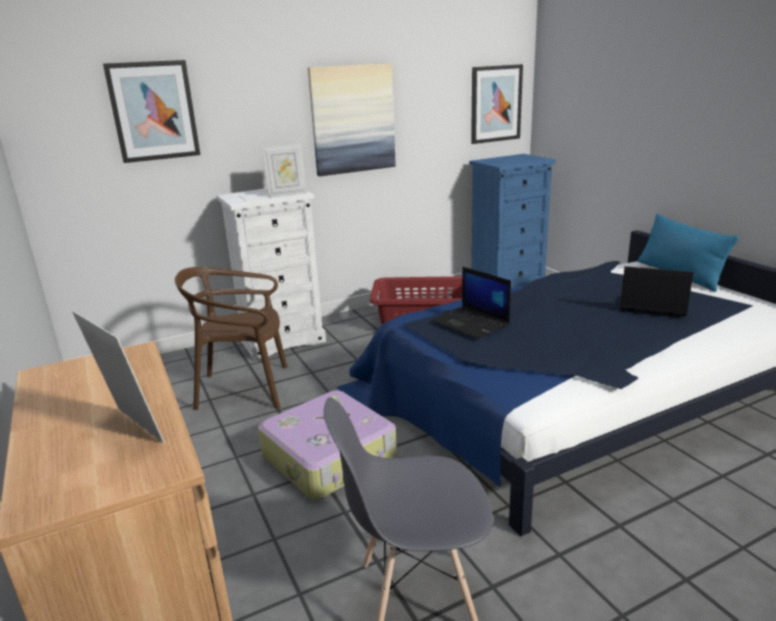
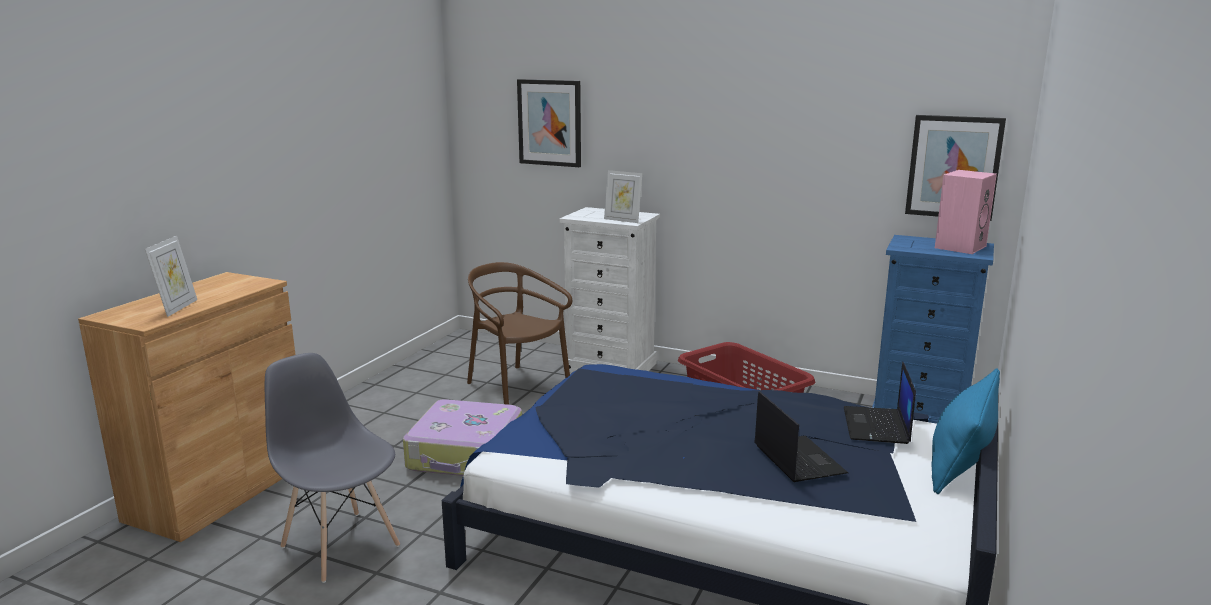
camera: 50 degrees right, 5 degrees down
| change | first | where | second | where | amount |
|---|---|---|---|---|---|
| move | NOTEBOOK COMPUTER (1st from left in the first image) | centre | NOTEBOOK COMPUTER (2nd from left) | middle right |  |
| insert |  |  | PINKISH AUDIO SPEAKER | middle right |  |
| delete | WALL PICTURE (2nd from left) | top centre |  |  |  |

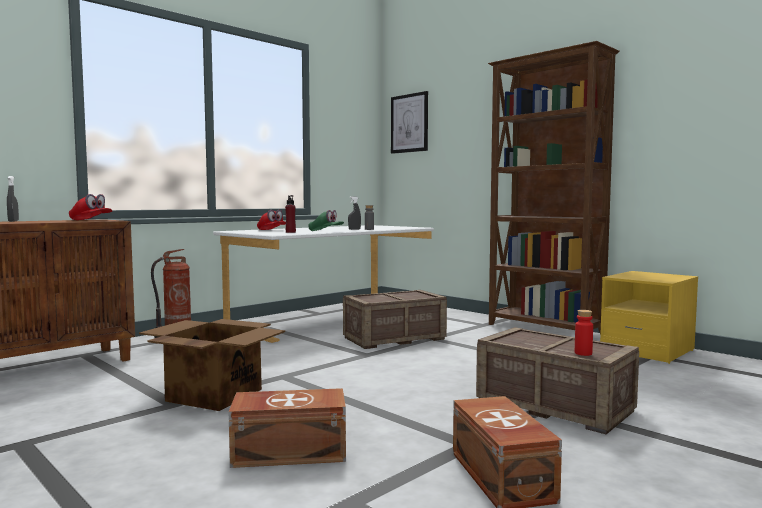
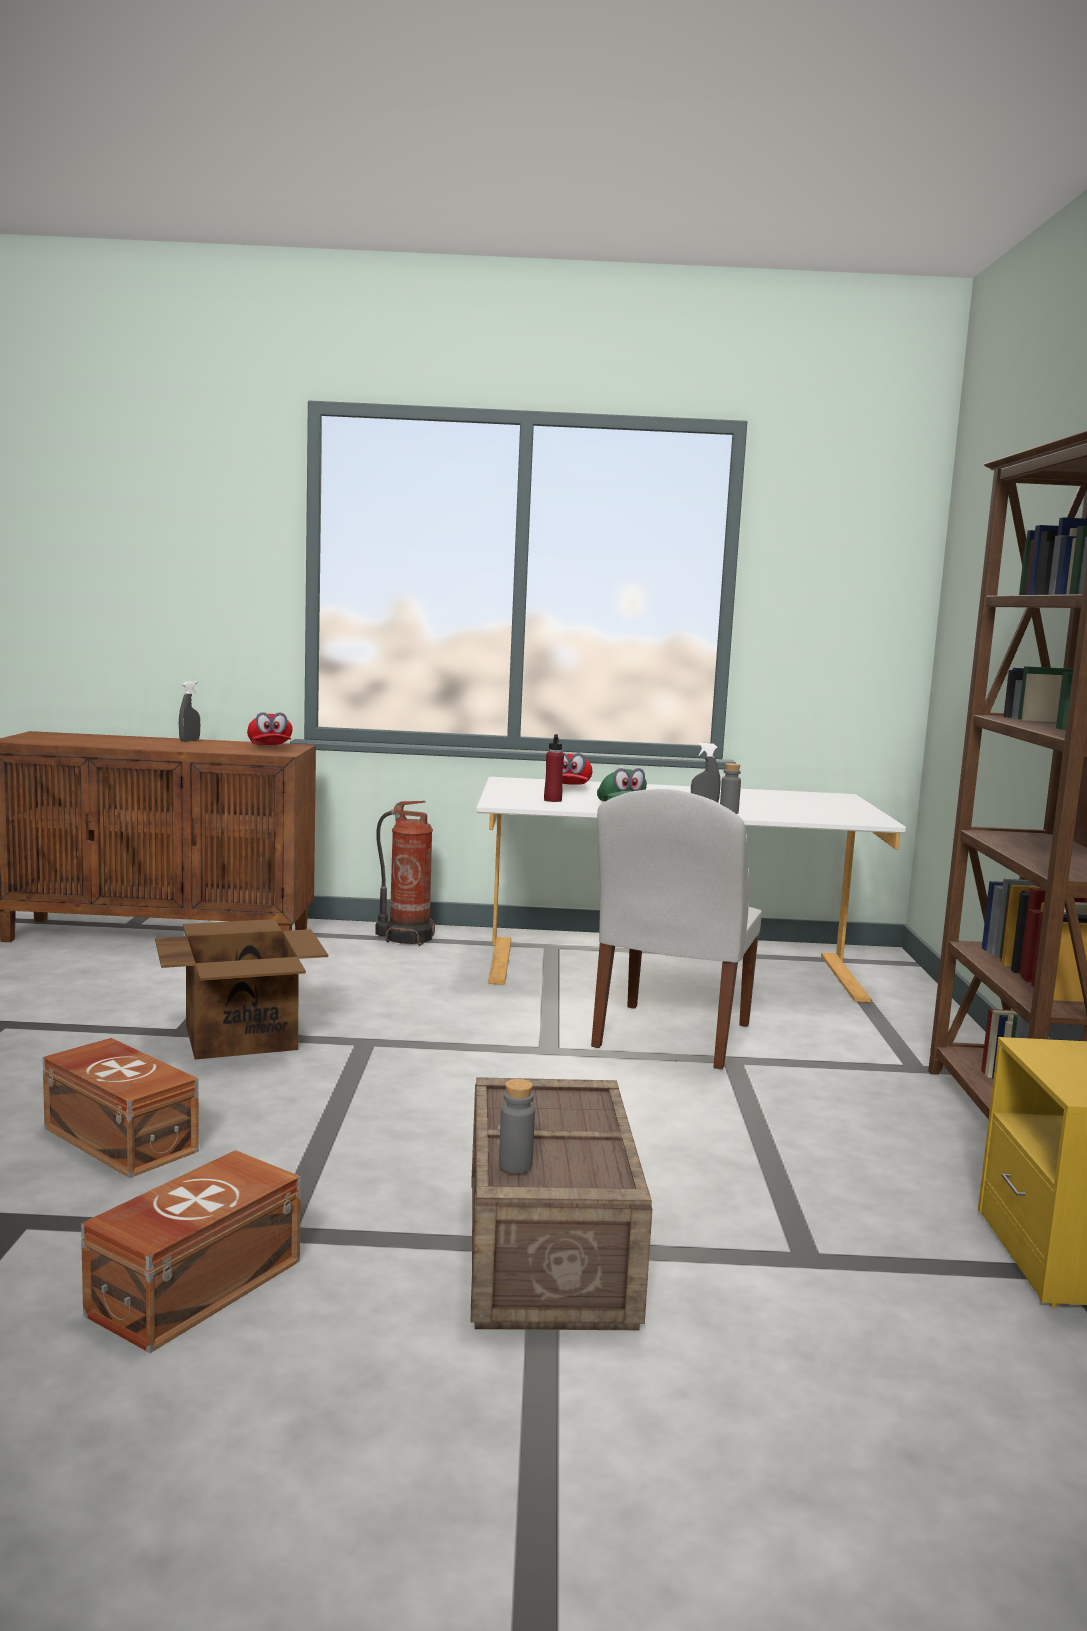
camera: 45 degrees right, 5 degrees up
| change | first | where | second | where | amount |
|---|---|---|---|---|---|
| recolor | RED-COLOURED DRINK BOTTLE (2nd from left) | middle right | GREY DRINK BOTTLE (1st from left) | bottom centre |  |
| replace | SHIPPING CRATE (1st from left) | centre | WHITE UPRIGHT CHAIR | centre |  |
| delete | WALL PICTURE | top centre |  |  |  |

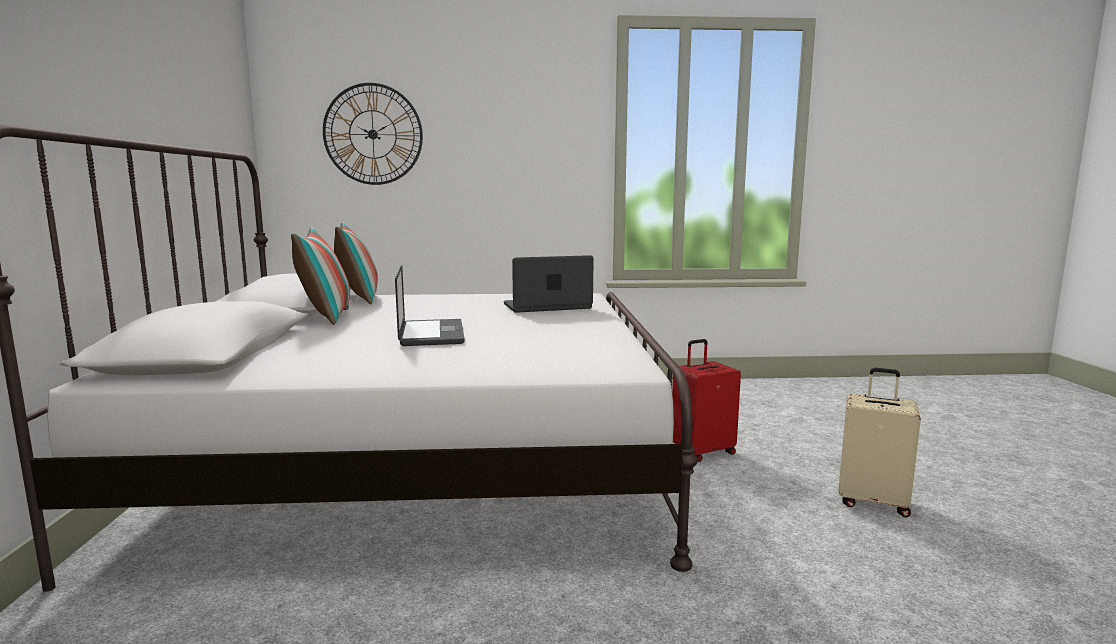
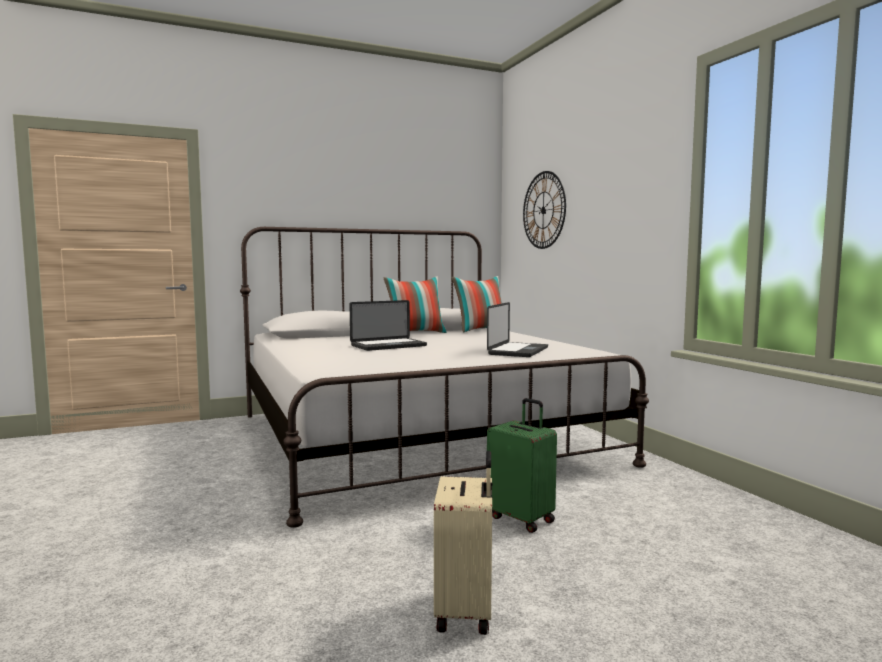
camera: 70 degrees right, 5 degrees down
| change | first | where | second | where | amount |
|---|---|---|---|---|---|
| rotate | NOTEBOOK COMPUTER (2nd from left) | centre |  | centre | 60 degrees clockwise |
| recolor | RED-COLOURED TRAVEL CASE | centre | GREEN-COLOURED TRAVEL CASE | bottom centre |  |

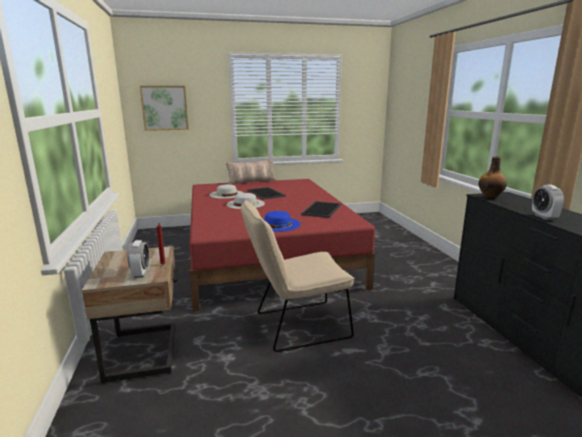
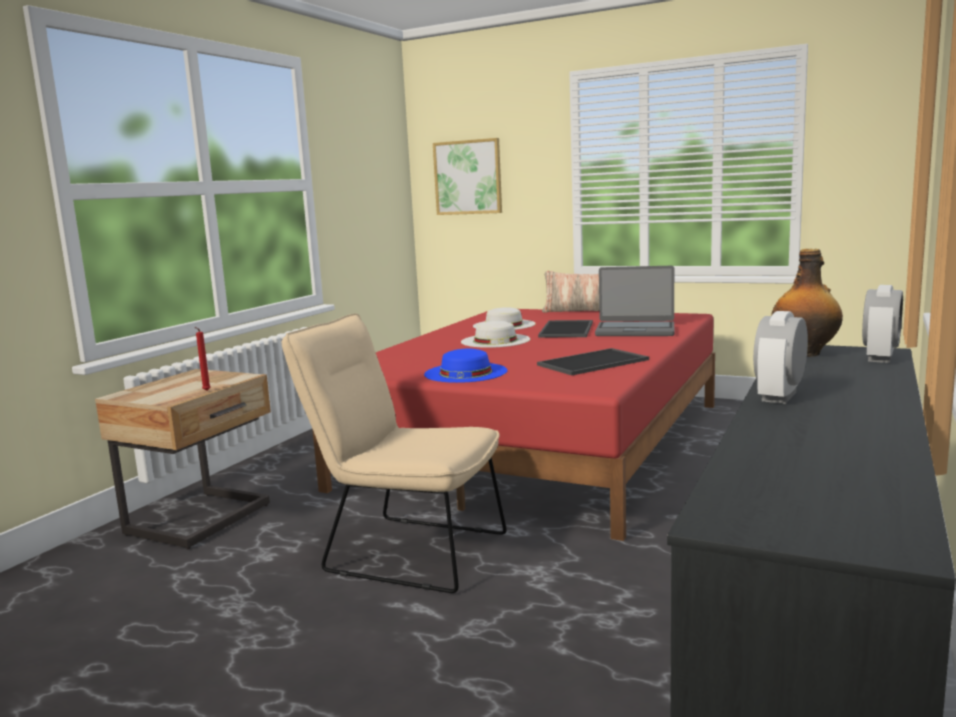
camera: 40 degrees right, 5 degrees down
| change | first | where | second | where | amount |
|---|---|---|---|---|---|
| insert |  |  | NOTEBOOK COMPUTER | centre |  |
| move | ALARM CLOCK (1st from left in the first image) | middle left | ALARM CLOCK (2nd from left) | middle right |  |

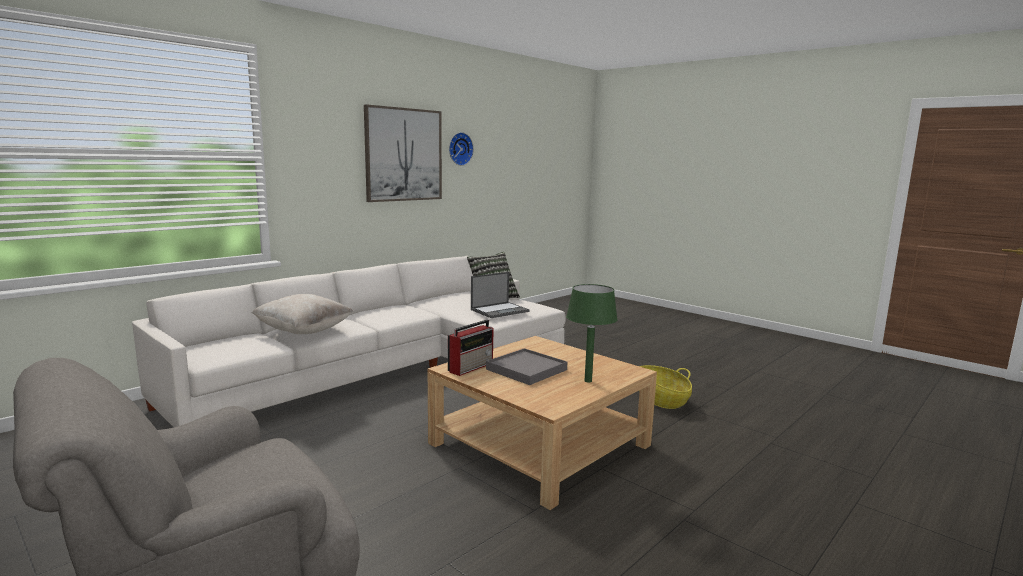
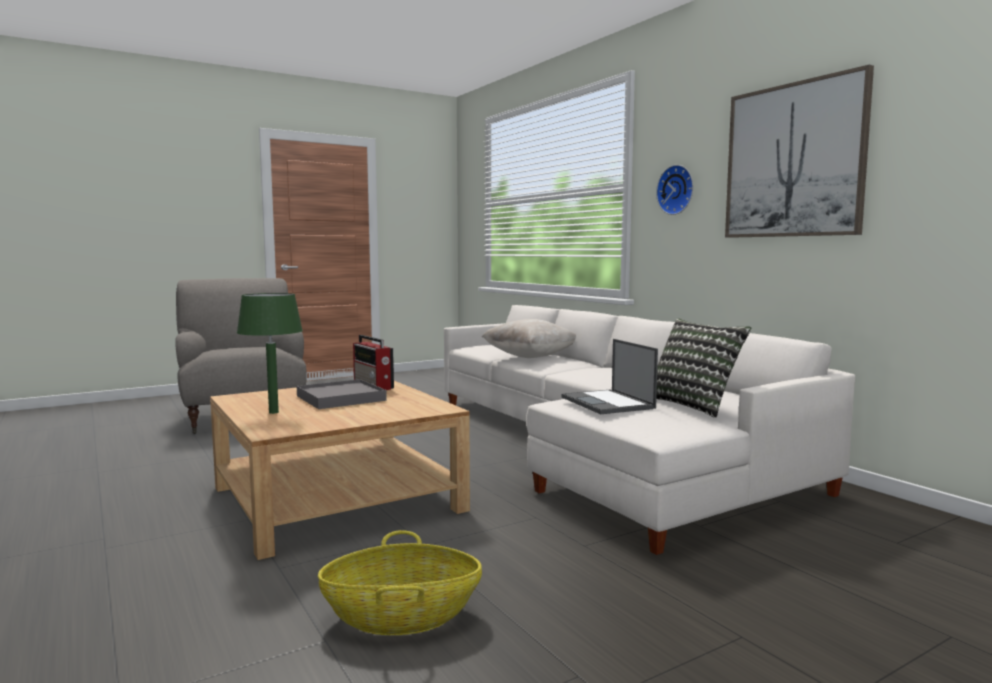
camera: 105 degrees right, 5 degrees down
| change | first | where | second | where | amount |
|---|---|---|---|---|---|
| move | HANGING CLOCK | top centre |  | top right |  |

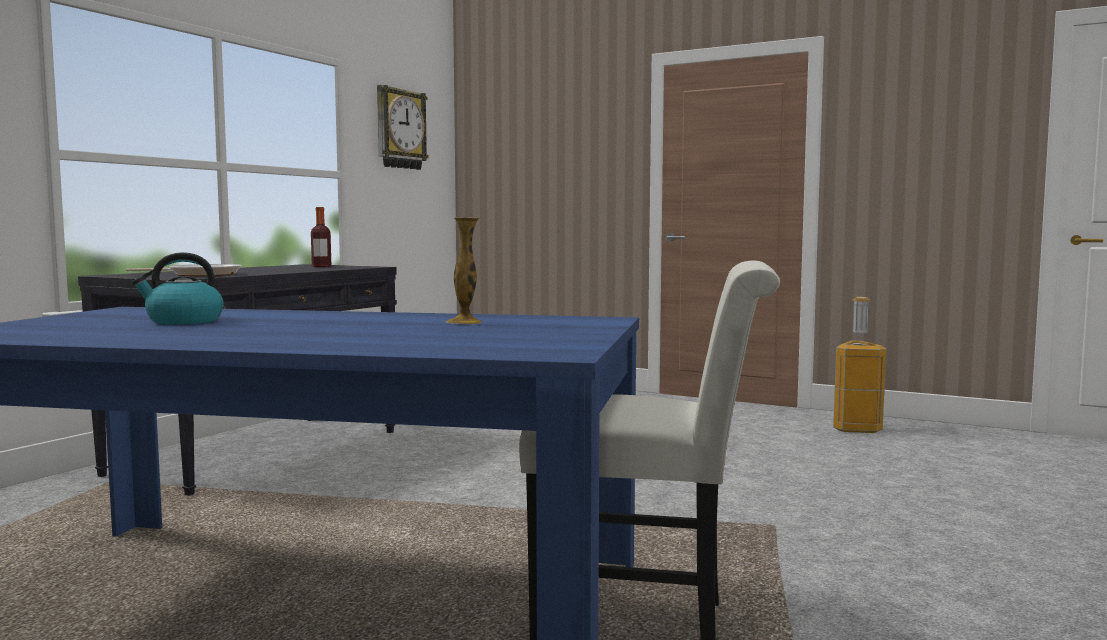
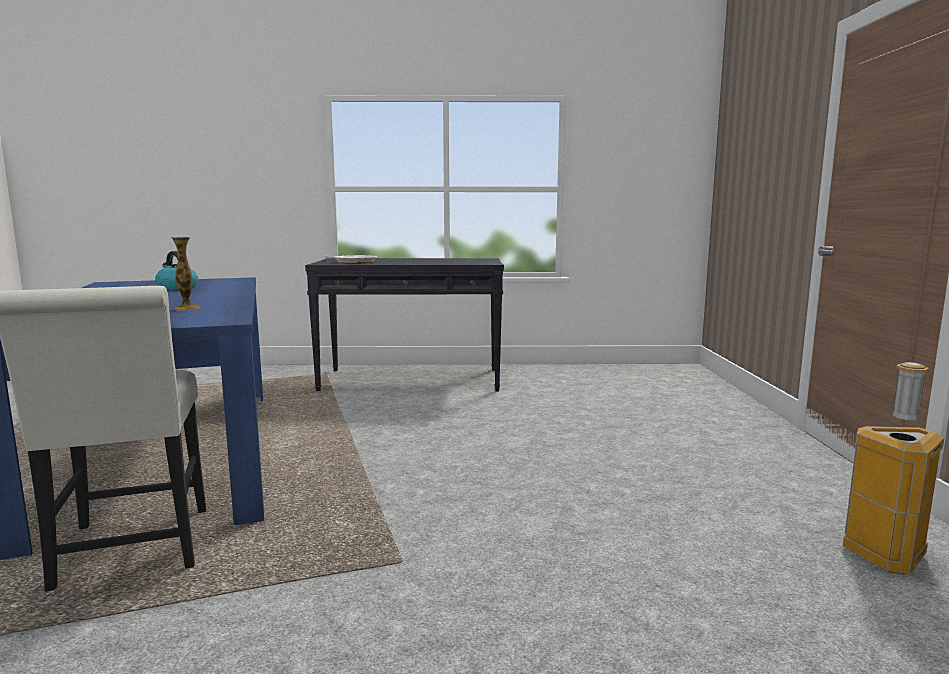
camera: 60 degrees right, 5 degrees up
| change | first | where | second | where | amount |
|---|---|---|---|---|---|
| delete | DRINK BOTTLE | middle left |  |  |  |
| delete | HANGING CLOCK | top centre |  |  |  |

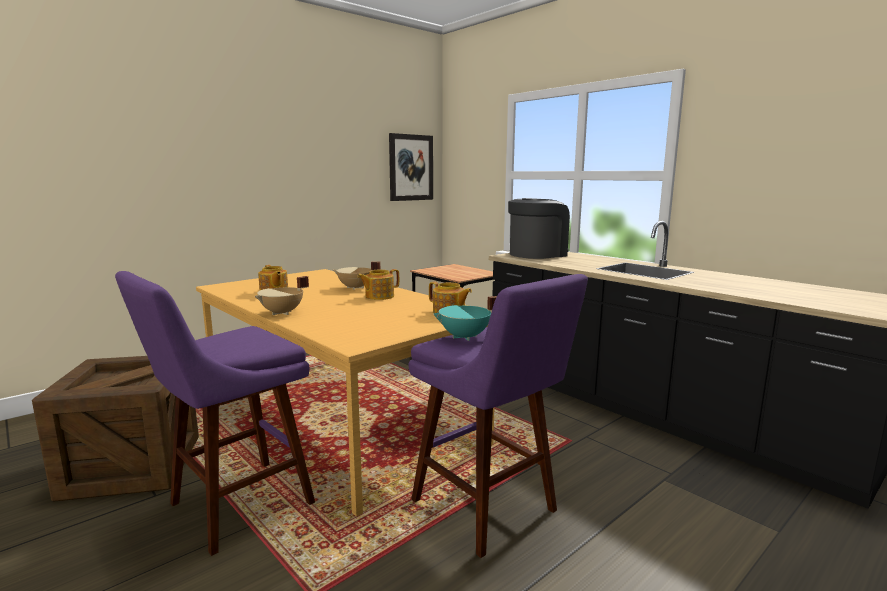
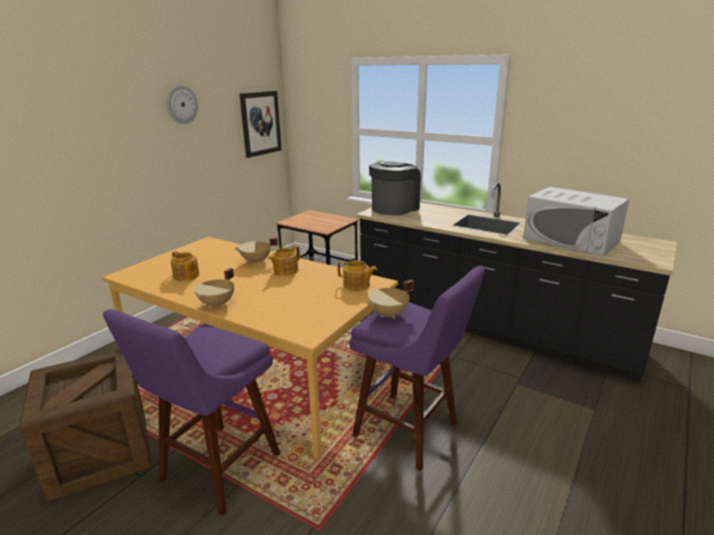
camera: 15 degrees left, 10 degrees up
| change | first | where | second | where | amount |
|---|---|---|---|---|---|
| insert |  |  | HANGING CLOCK | top left |  |
| recolor | BLUE-GREEN STOCKPOT | centre | BEIGE STOCKPOT (3rd from left) | centre |  |
| insert |  |  | WHITE MICROWAVE | middle right |  |

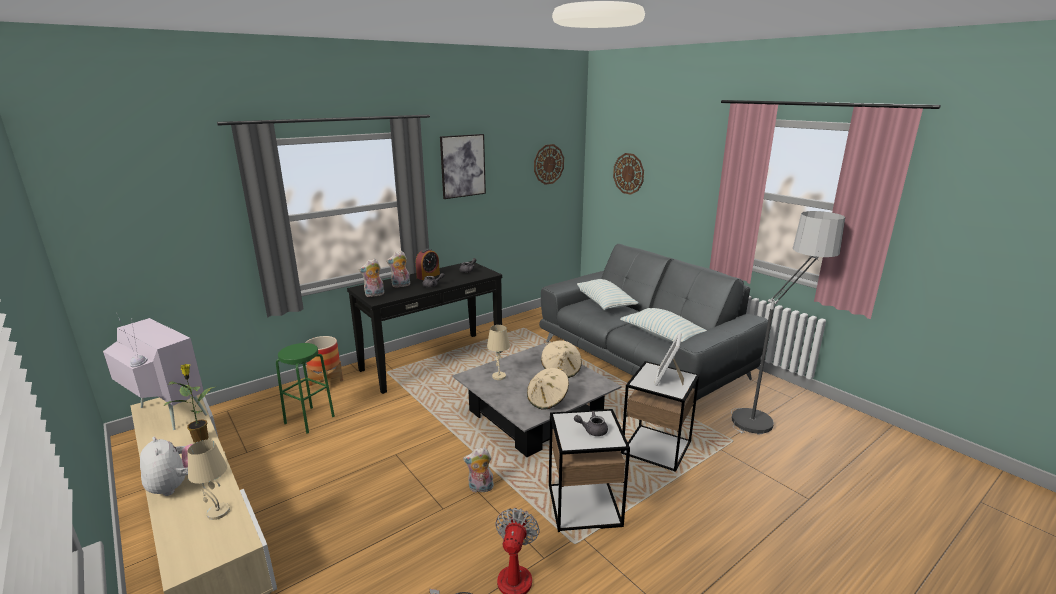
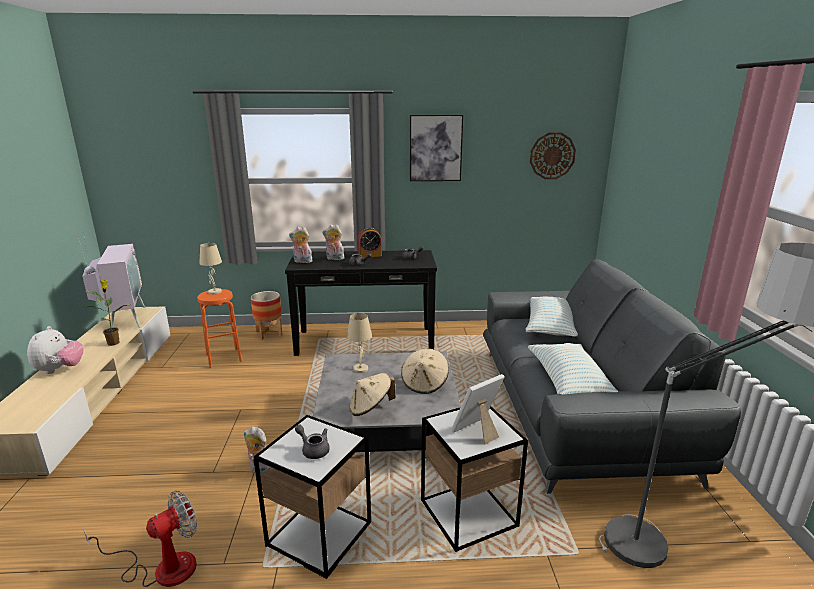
camera: 35 degrees right, 0 degrees up
| change | first | where | second | where | amount |
|---|---|---|---|---|---|
| recolor | GREEN-COLOURED STOOL | middle left | ORANGEY STOOL | middle left |  |
| move | BEIGE TABLE LAMP (1st from left) | bottom left |  | middle left |  |
| delete | HANGING CLOCK (2nd from left) | top centre |  |  |  |

